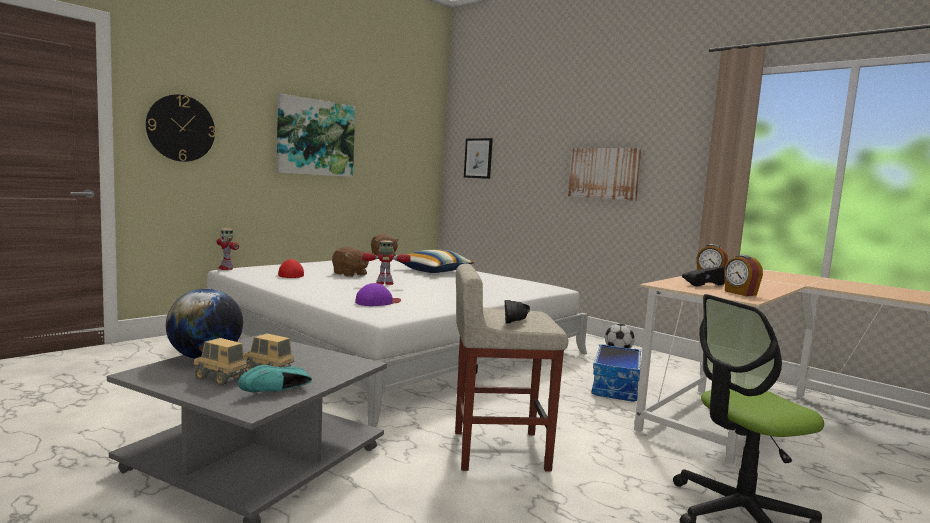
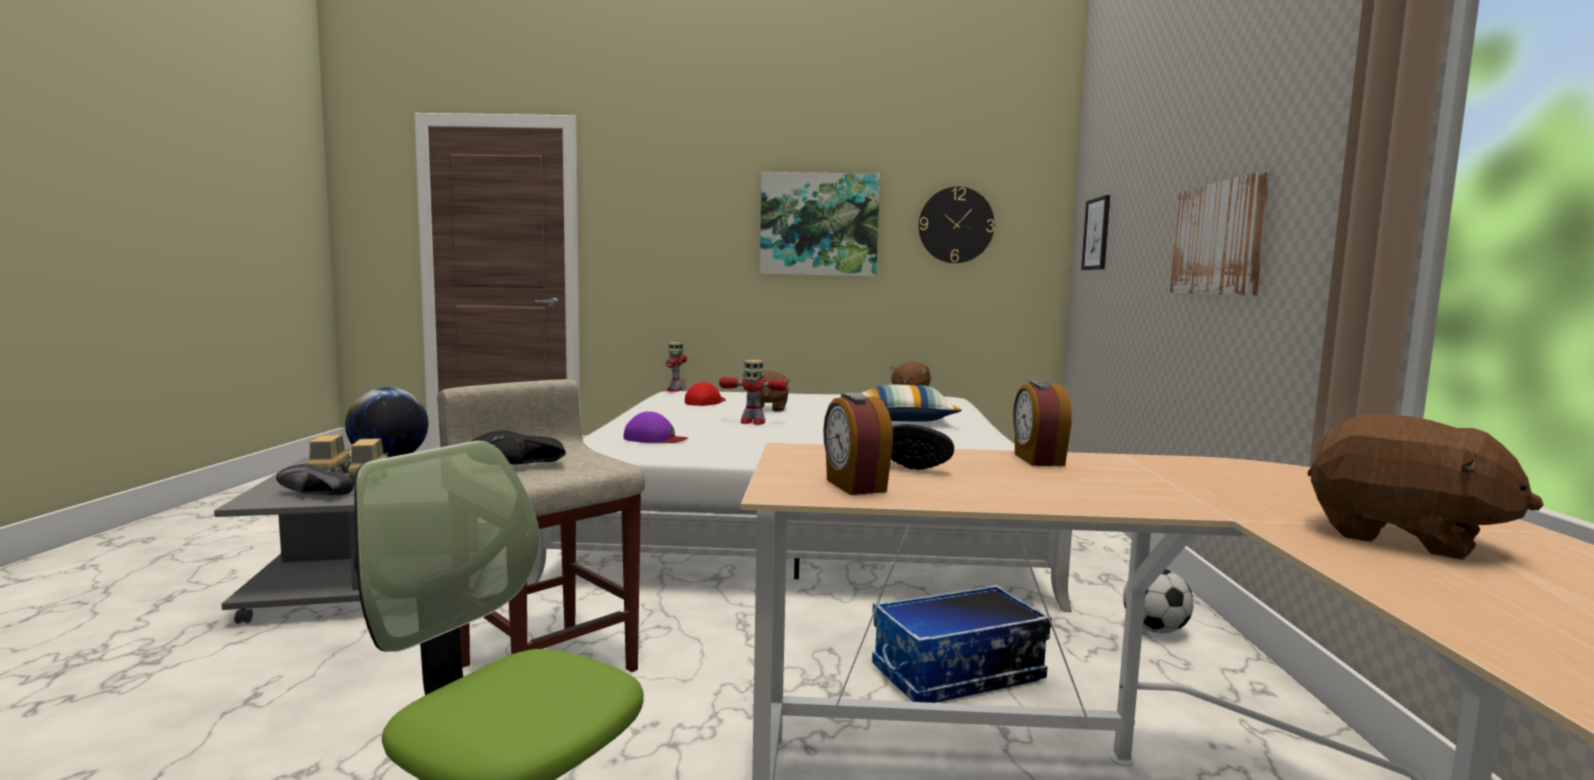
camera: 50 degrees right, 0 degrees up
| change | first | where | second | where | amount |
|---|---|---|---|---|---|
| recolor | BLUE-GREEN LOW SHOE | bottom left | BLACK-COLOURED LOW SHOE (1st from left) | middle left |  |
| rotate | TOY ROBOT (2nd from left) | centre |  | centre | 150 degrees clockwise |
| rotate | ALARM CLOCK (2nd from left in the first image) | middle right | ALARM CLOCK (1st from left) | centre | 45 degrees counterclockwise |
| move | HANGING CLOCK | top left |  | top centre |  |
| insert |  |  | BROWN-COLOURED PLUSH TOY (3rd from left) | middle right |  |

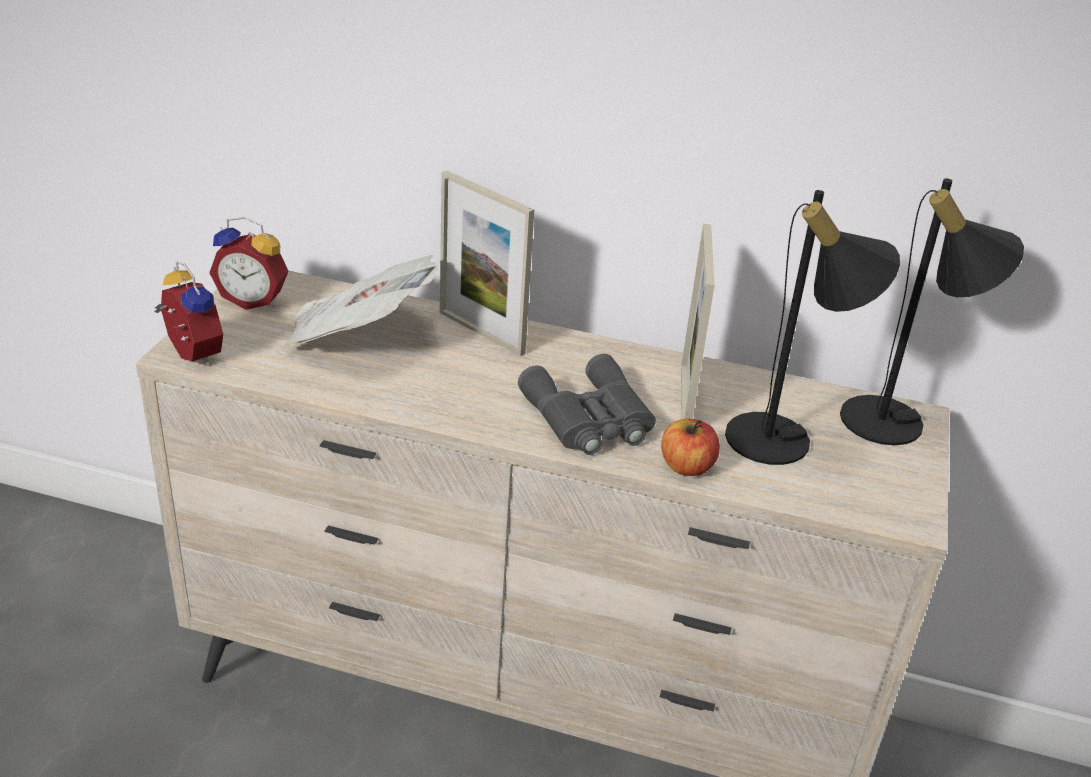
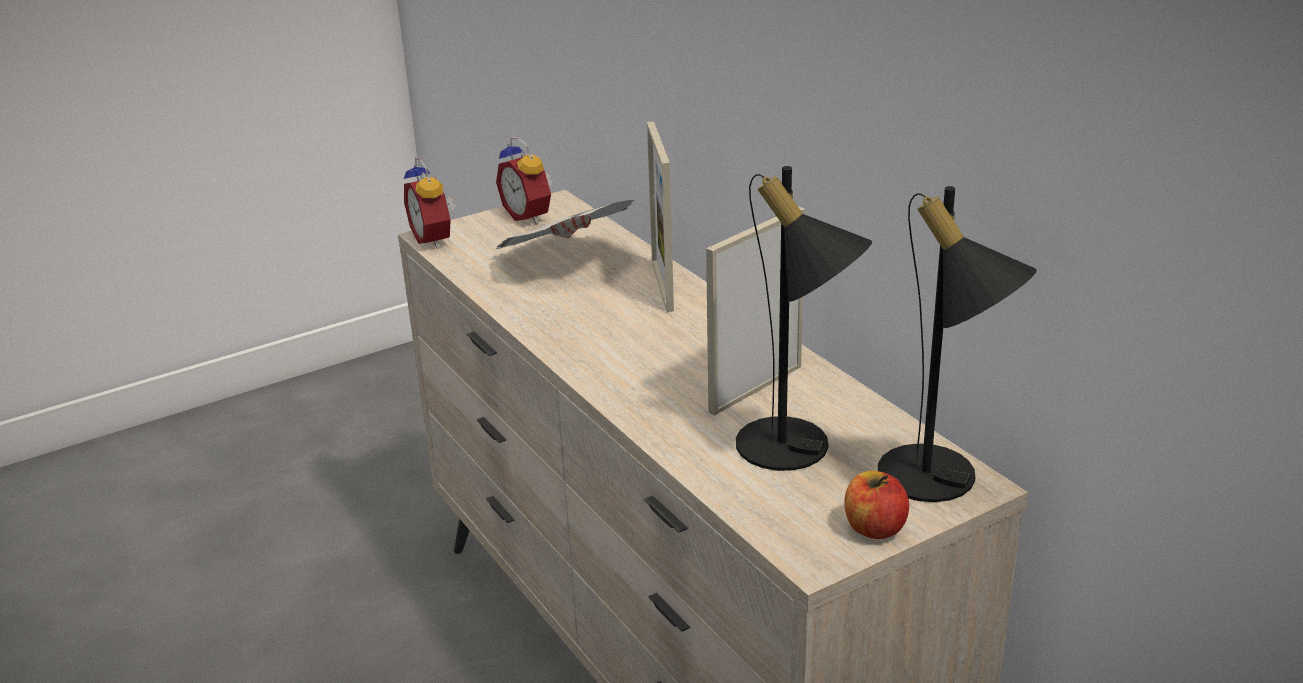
camera: 45 degrees right, 5 degrees down
| change | first | where | second | where | amount |
|---|---|---|---|---|---|
| rotate | ALARM CLOCK (1st from left) | middle left |  | top left | 150 degrees clockwise |
| move | APPLE | centre |  | bottom right |  |
| delete | GREY FIELD GLASSES | centre |  |  |  |

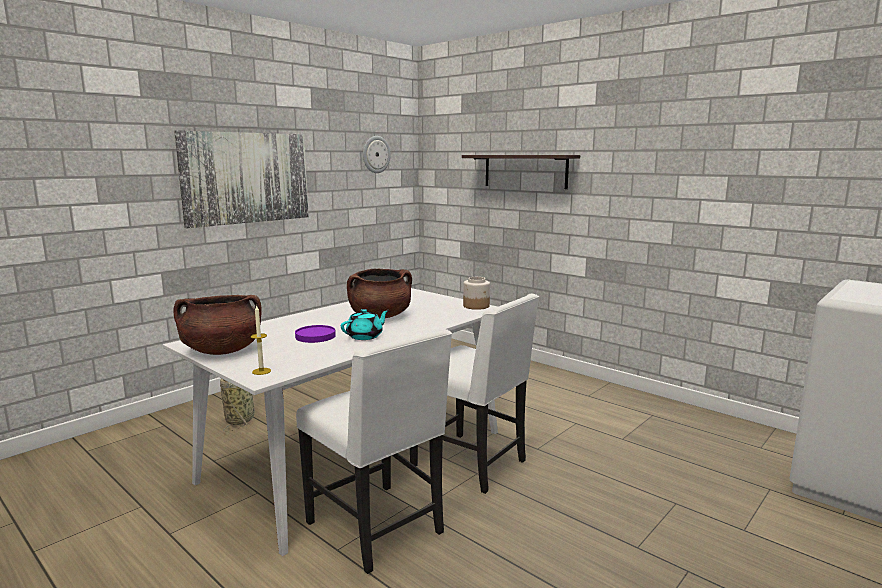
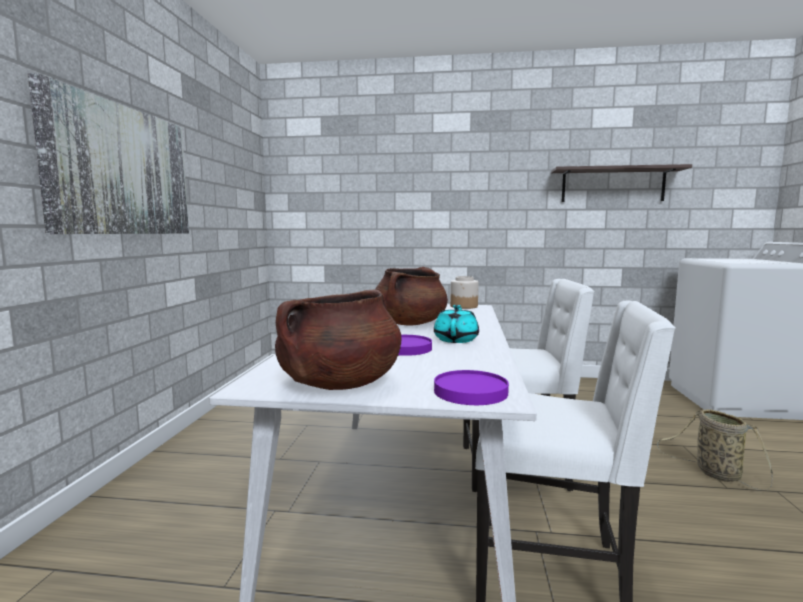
camera: 35 degrees left, 5 degrees down
| change | first | where | second | where | amount |
|---|---|---|---|---|---|
| replace | WAX LIGHT | middle left | PURPLISH PLATE (2nd from left) | centre |  |
| move | SHELF | top centre |  | top right |  |
| move | HOUSEHOLD BASKET | bottom left |  | bottom right |  |
| delete | HANGING CLOCK | top centre |  |  |  |

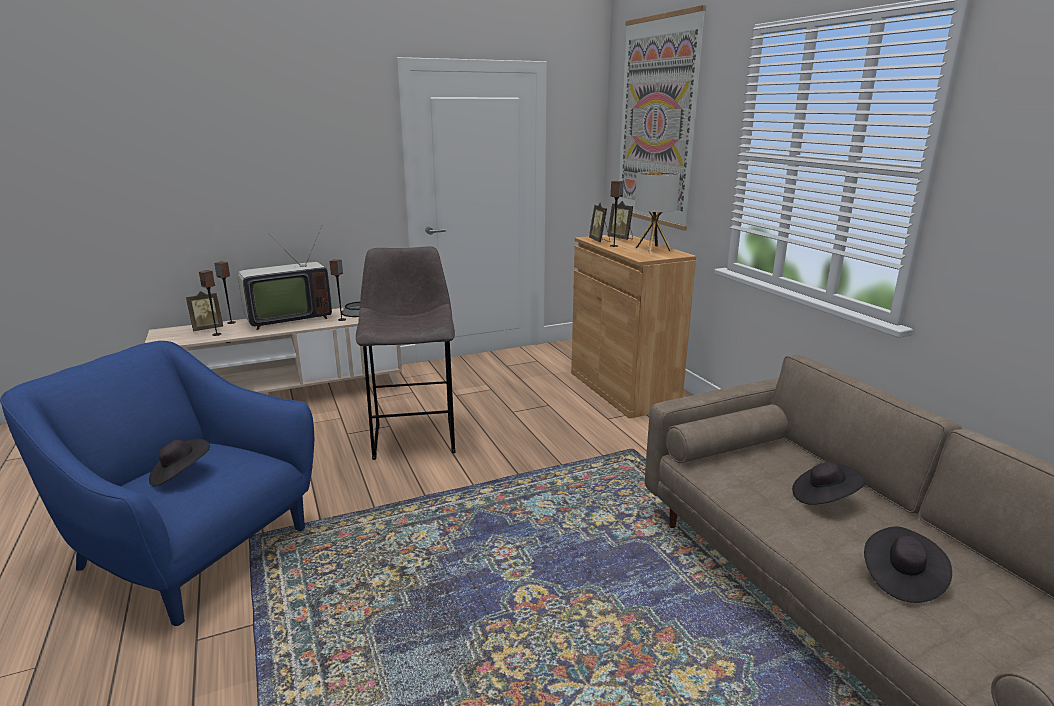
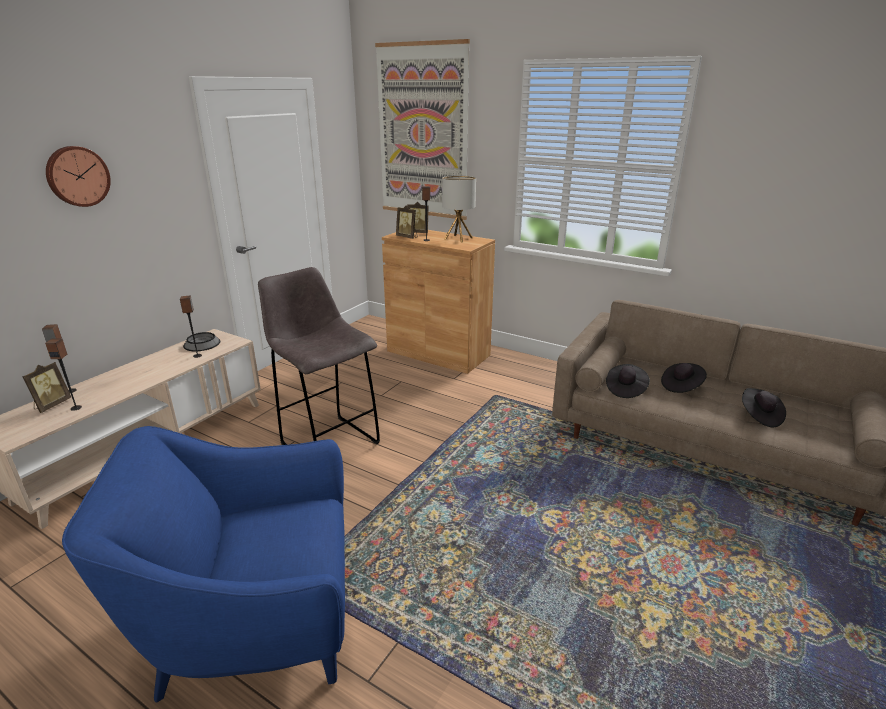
camera: 35 degrees left, 5 degrees up
| change | first | where | second | where | amount |
|---|---|---|---|---|---|
| insert |  |  | HANGING CLOCK | top left |  |
| move | BLACK-COLOURED HAT (1st from left) | middle left |  | middle right |  |
| delete | TELEVISION | middle left |  |  |  |

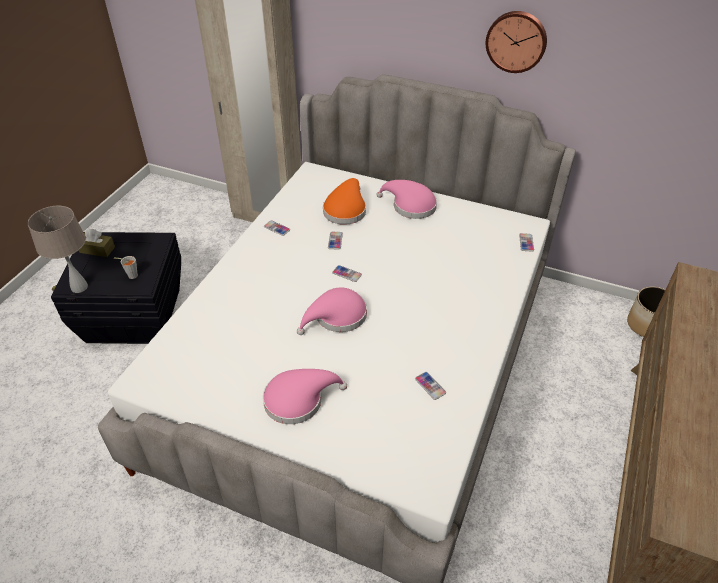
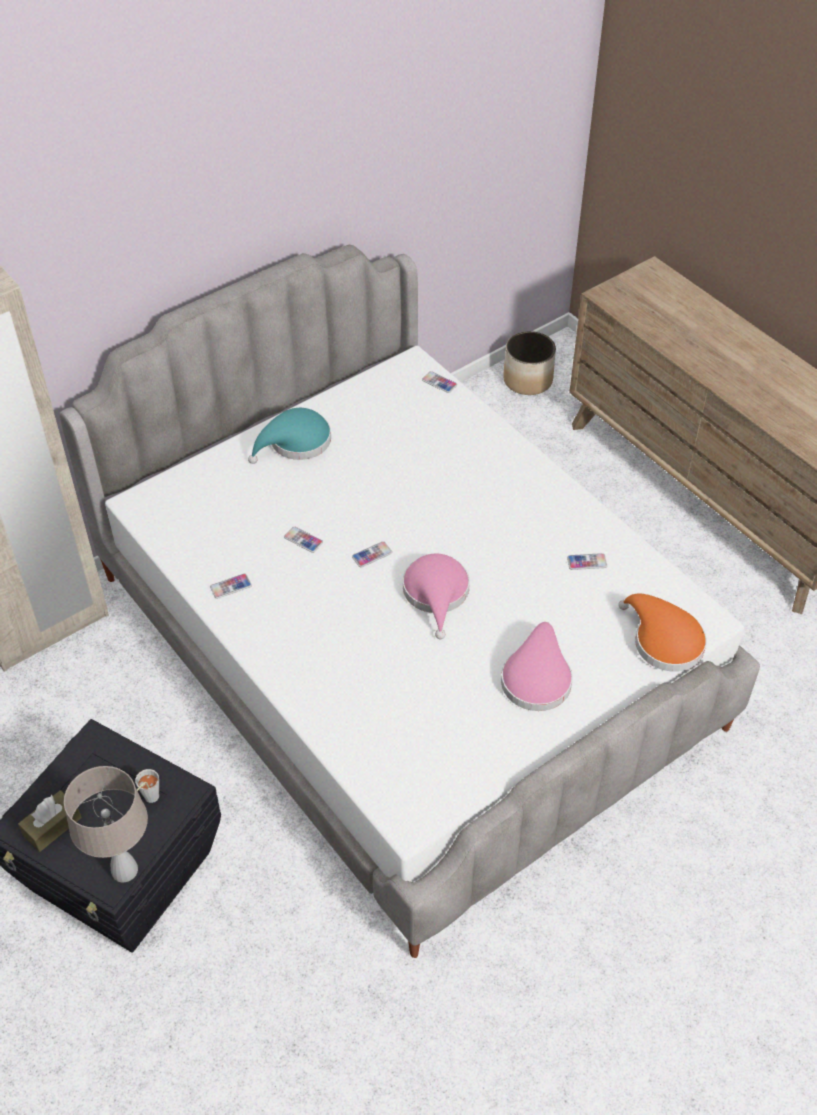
camera: 60 degrees left, 5 degrees up
| change | first | where | second | where | amount |
|---|---|---|---|---|---|
| recolor | PINKISH HAT (3rd from left) | centre | BLUE-GREEN HAT | centre |  |
| move | ORANGEY HAT | centre |  | middle right |  |
| delete | HANGING CLOCK | top right |  |  |  |

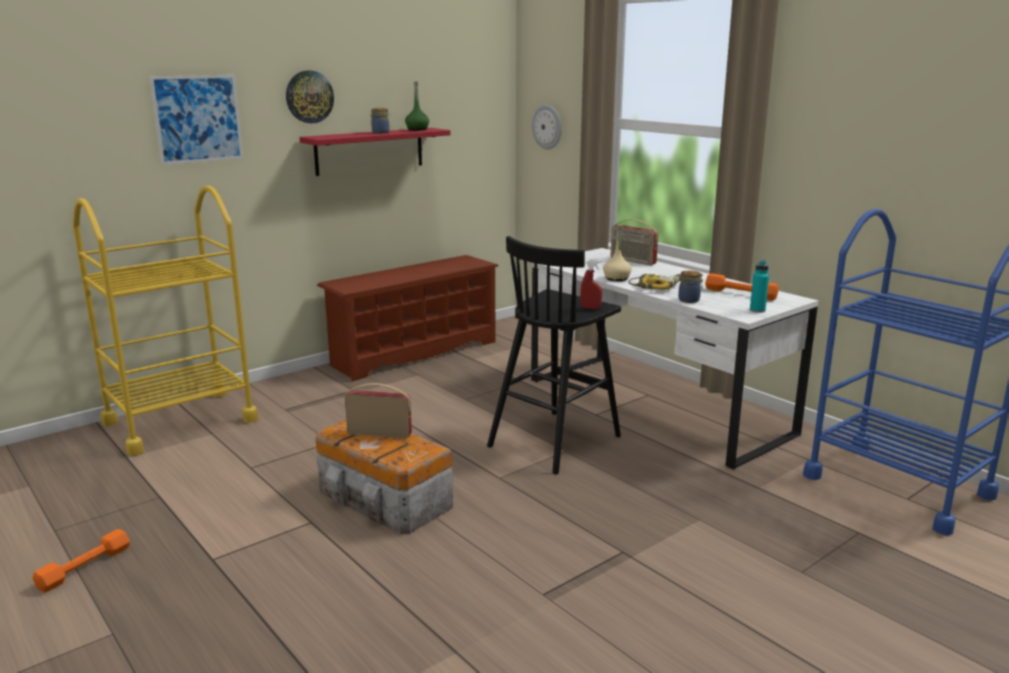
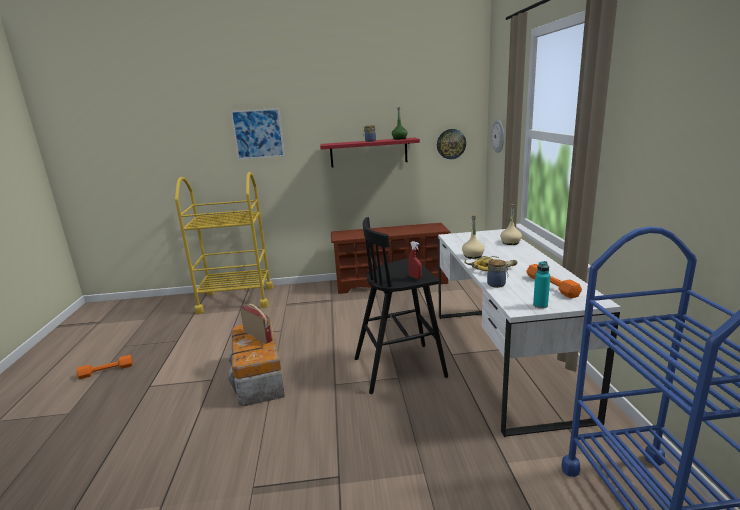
camera: 35 degrees right, 0 degrees up
| change | first | where | second | where | amount |
|---|---|---|---|---|---|
| move | HANGING CLOCK (1st from left) | top left |  | top centre |  |
| replace | RADIO SET (2nd from left) | centre | BEIGE DRINK BOTTLE (2nd from left) | middle right |  |

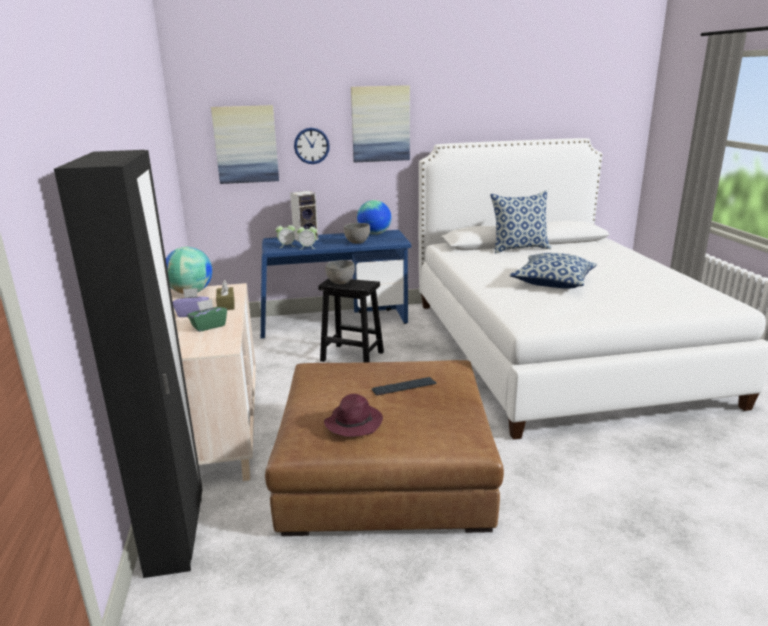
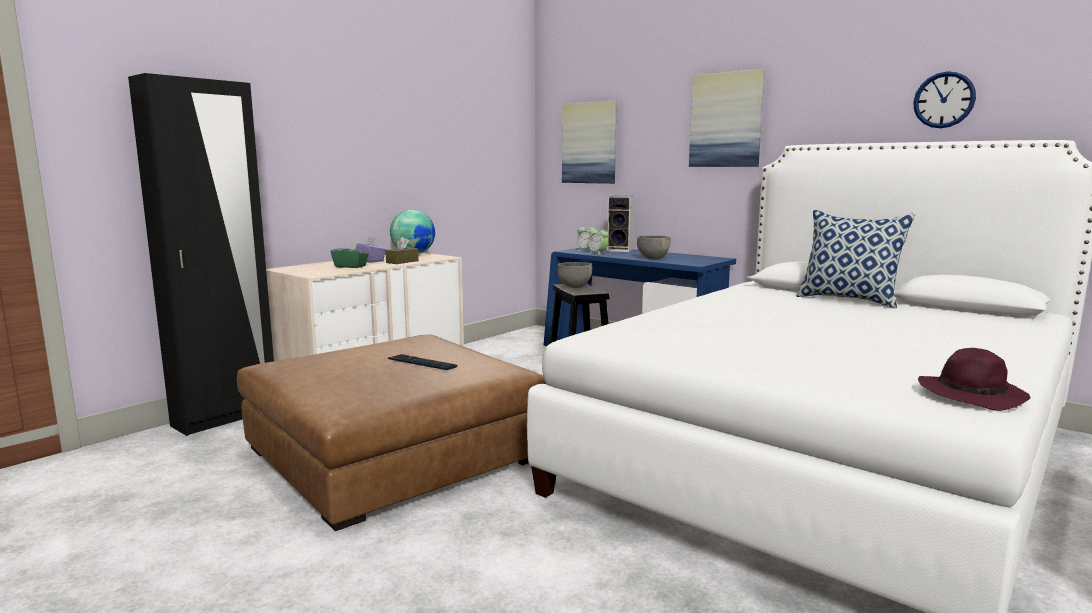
camera: 50 degrees right, 10 degrees down
| change | first | where | second | where | amount |
|---|---|---|---|---|---|
| move | HANGING CLOCK | top centre |  | top right |  |
| move | PURPLISH HAT | centre |  | middle right |  |
| delete | DESK GLOBE (2nd from left) | centre |  |  |  |
| delete | CUSHION (2nd from left) | middle right |  |  |  |

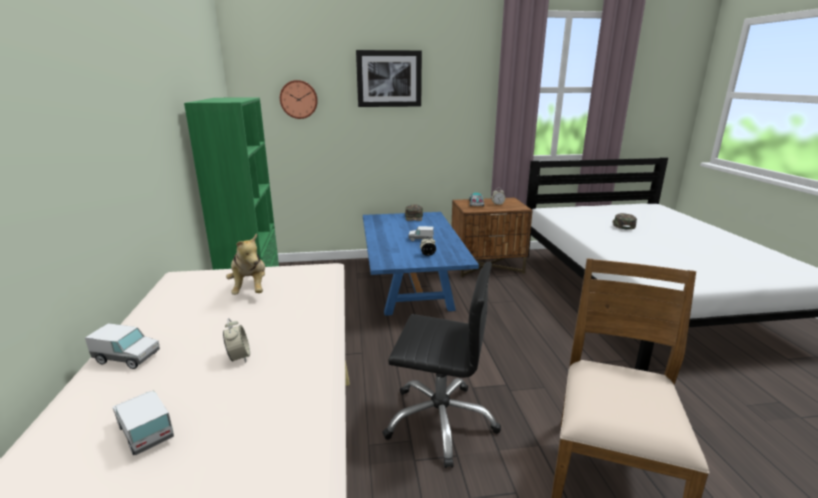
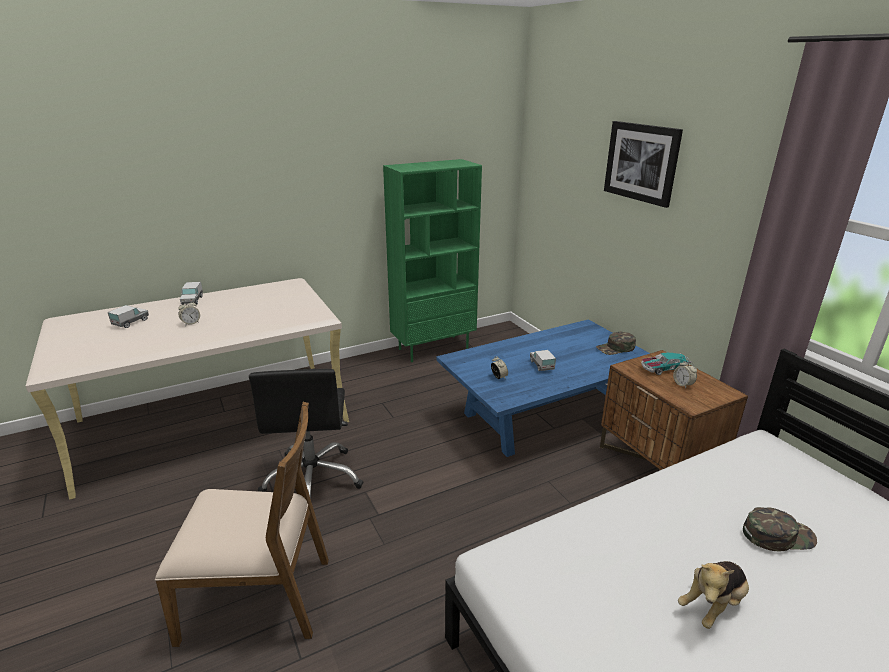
camera: 70 degrees right, 5 degrees up
| change | first | where | second | where | amount |
|---|---|---|---|---|---|
| move | PLUSH TOY | middle left |  | bottom right |  |
| delete | HANGING CLOCK | top centre |  |  |  |

